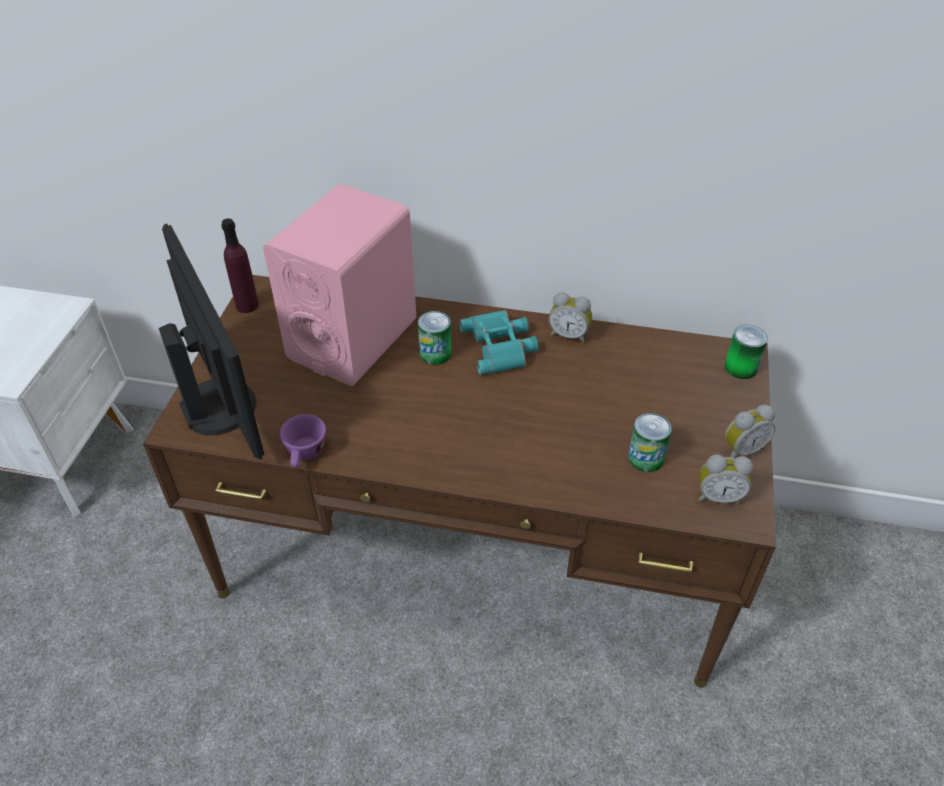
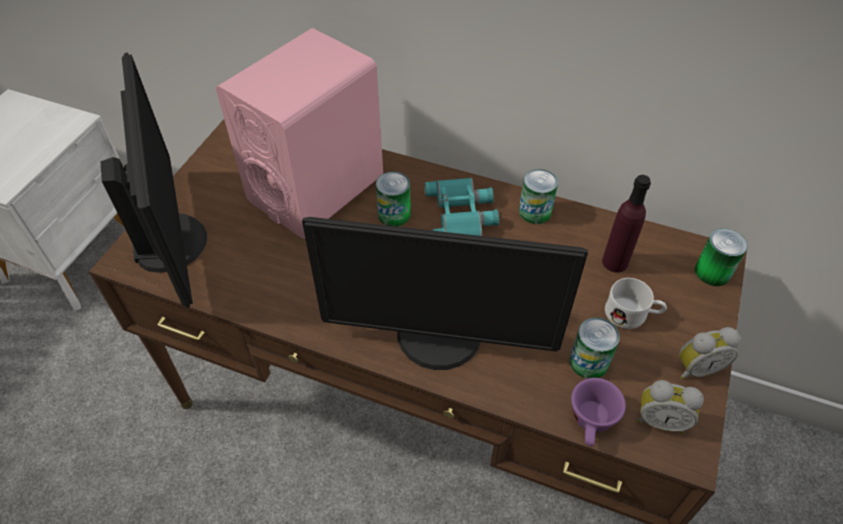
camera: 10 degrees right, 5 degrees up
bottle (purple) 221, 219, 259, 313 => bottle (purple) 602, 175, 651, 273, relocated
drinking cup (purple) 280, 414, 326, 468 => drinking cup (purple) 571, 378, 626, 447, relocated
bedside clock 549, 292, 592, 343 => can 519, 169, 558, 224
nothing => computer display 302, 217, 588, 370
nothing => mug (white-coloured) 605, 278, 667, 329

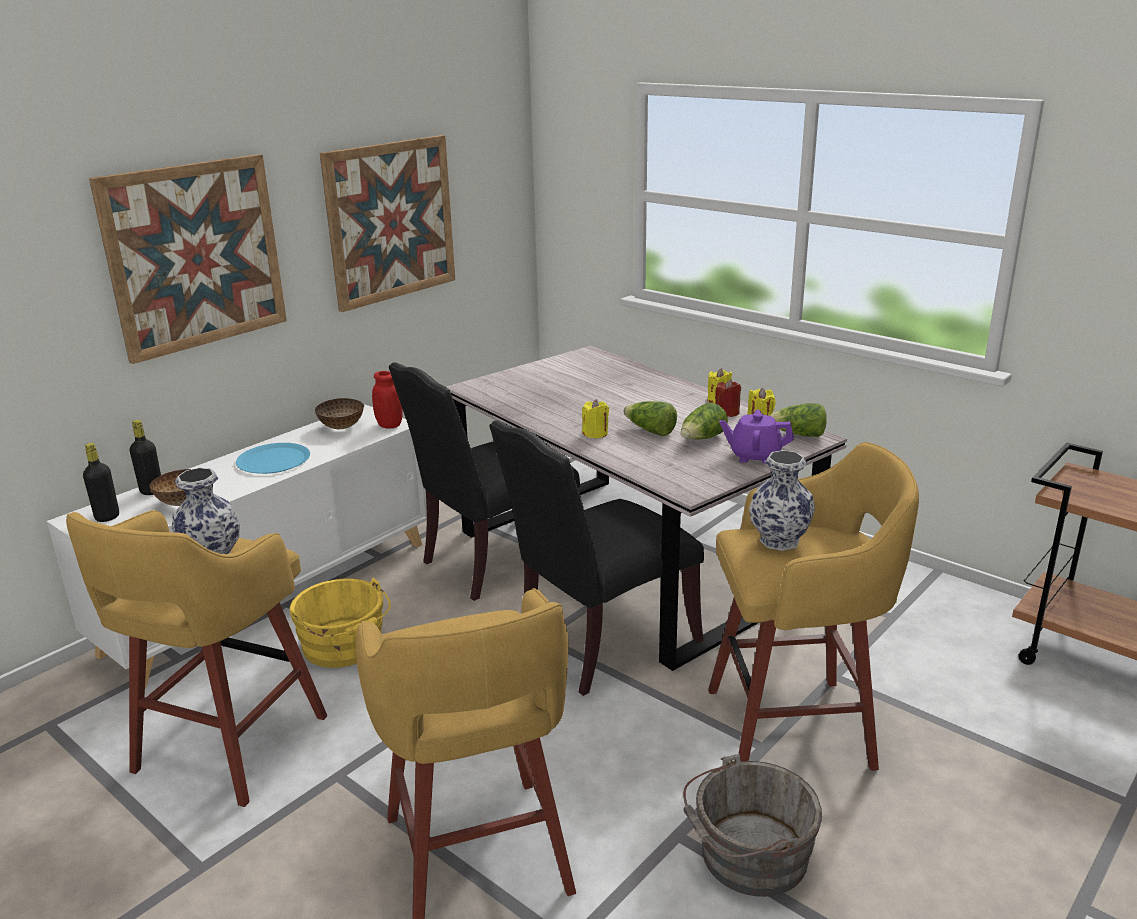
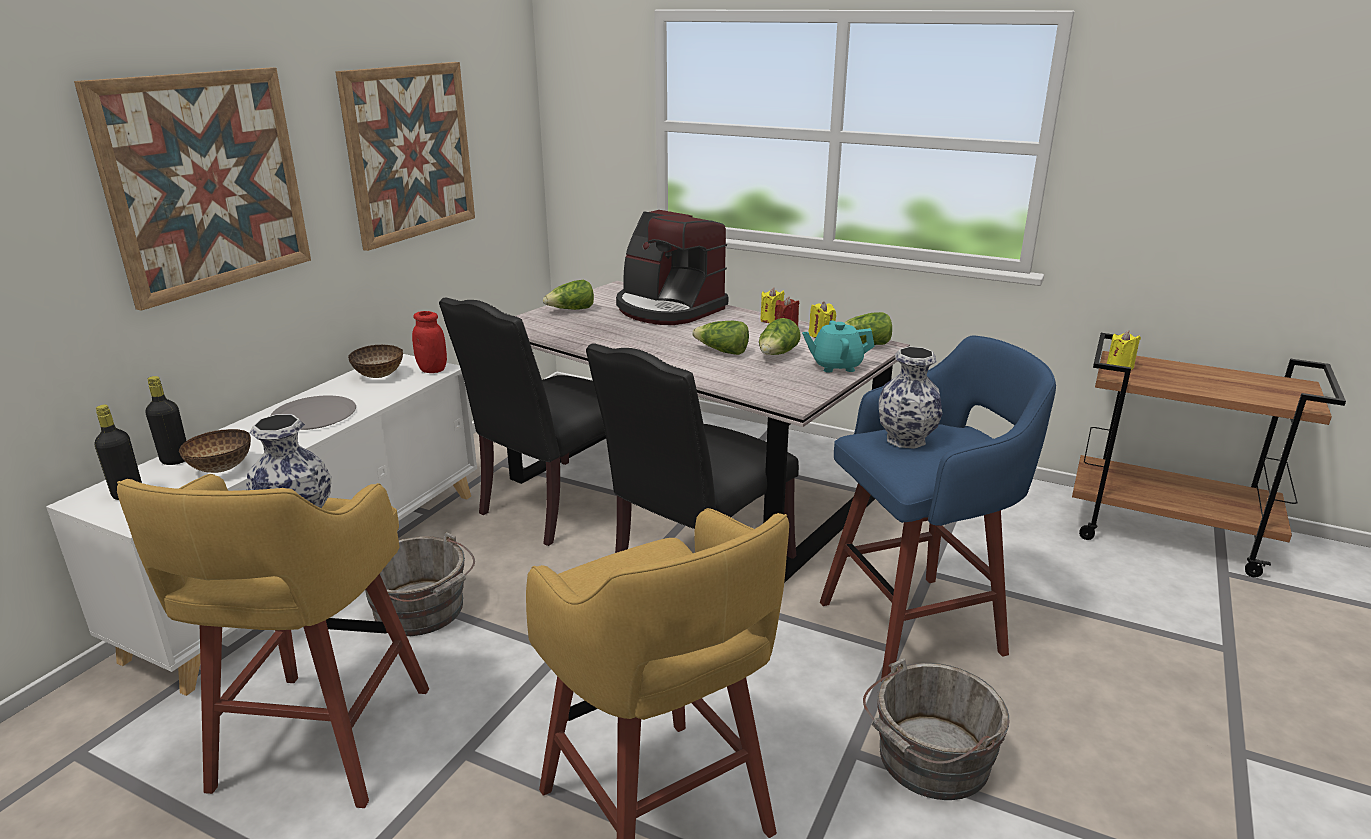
camera: 15 degrees left, 0 degrees up
flat dish (blue-coloured) 236, 443, 310, 474 => flat dish (gray) 270, 395, 356, 430
bucket (yellowish) 290, 578, 391, 668 => bucket (gray) 365, 532, 475, 636
wax candle (yellowish) 582, 399, 609, 438 => wax candle (yellowish) 1107, 331, 1141, 370, relocated
sitting stool (yellowish) 708, 442, 919, 771 => sitting stool (blue-coloured) 820, 335, 1056, 682
teapot (purple) 720, 410, 794, 464 => teapot (turquoise-coloured) 802, 320, 875, 373
nothing => lettuce head 543, 280, 594, 310
nothing => coffee machine 616, 210, 728, 325

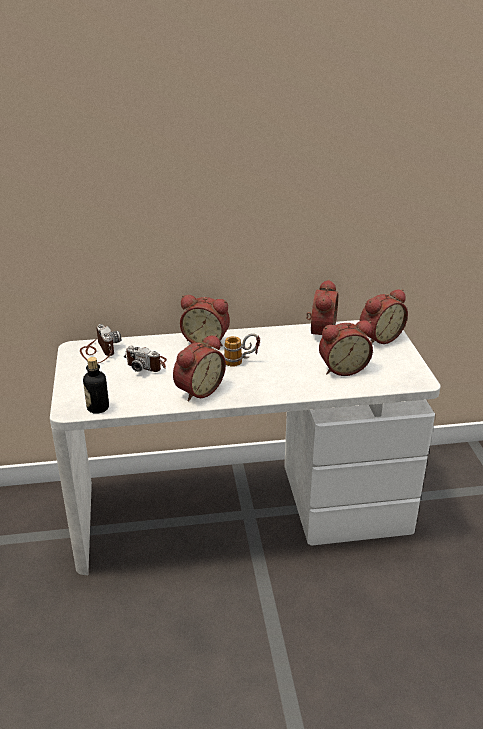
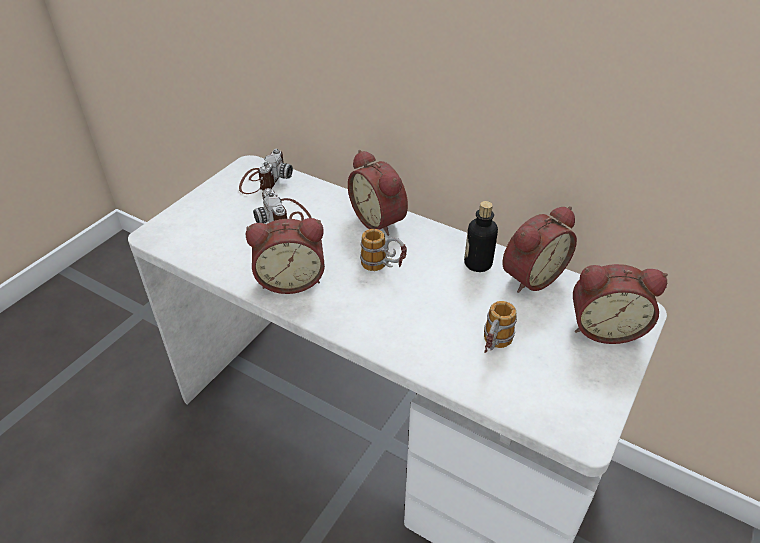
camera: 40 degrees right, 10 degrees up
bottle 83, 357, 109, 414 => bottle 464, 201, 498, 272, relocated
bedside clock 319, 320, 373, 376 => mug 484, 301, 517, 353

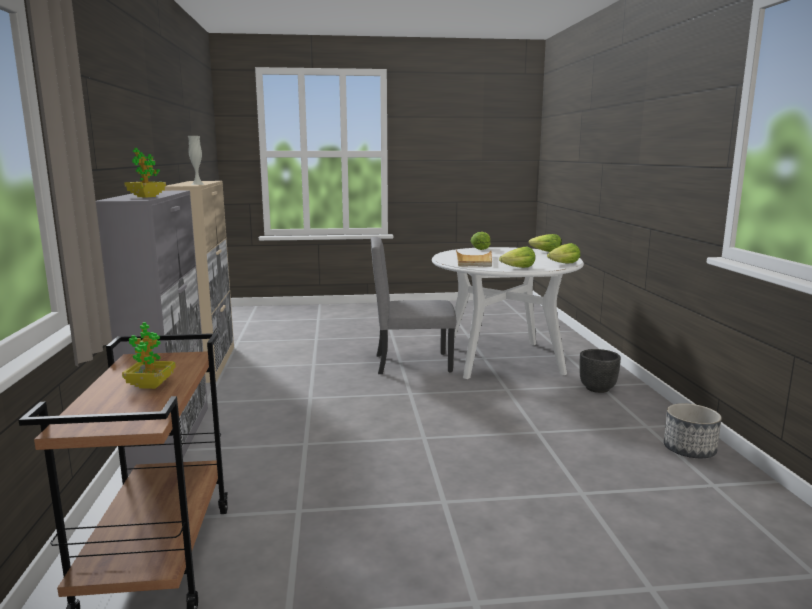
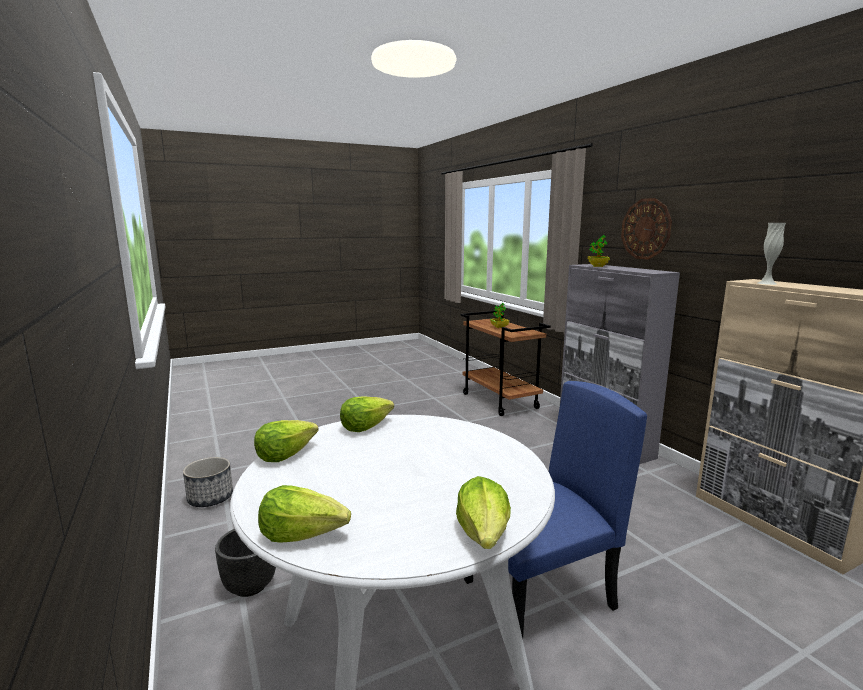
camera: 160 degrees right, 0 degrees up
plain chair (gray) 371, 237, 456, 374 => plain chair (blue-coloured) 464, 381, 647, 638
serving tray (beige) 456, 250, 492, 267 => nothing
nothing => clock on the wall 621, 198, 672, 260

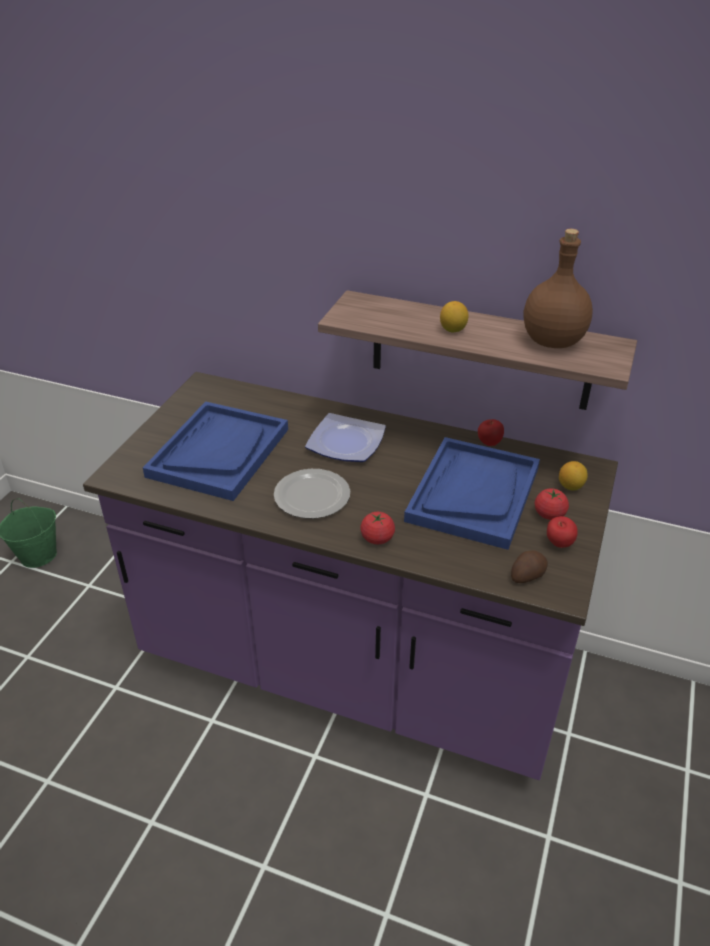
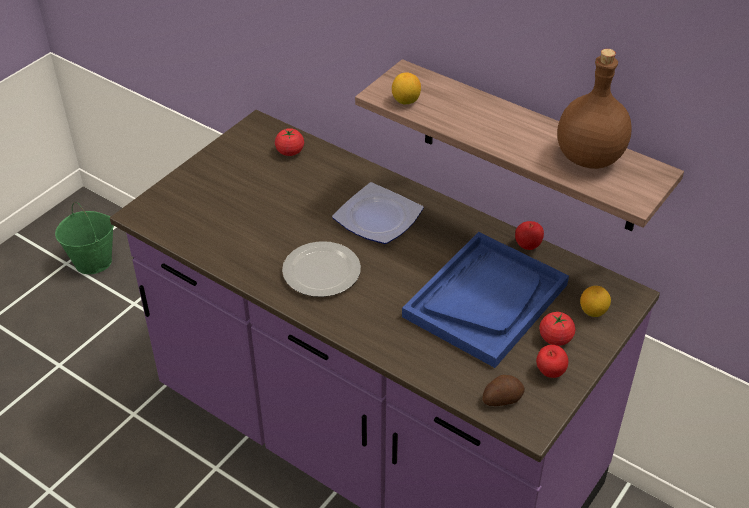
camera: 15 degrees right, 5 degrees up
serving tray (blue-coloured) 143, 401, 288, 501 => nothing
whole tomato 360, 512, 395, 544 => whole tomato 275, 128, 304, 156, relocated
whole lemon 440, 301, 468, 333 => whole lemon 392, 73, 421, 104, relocated

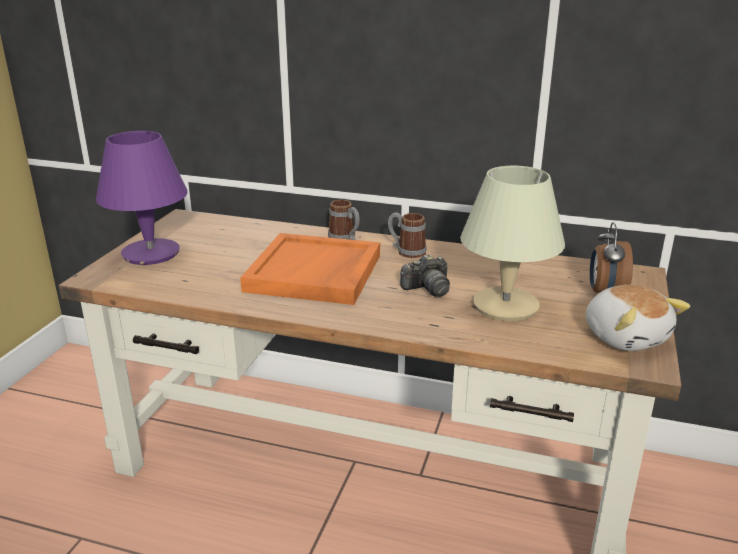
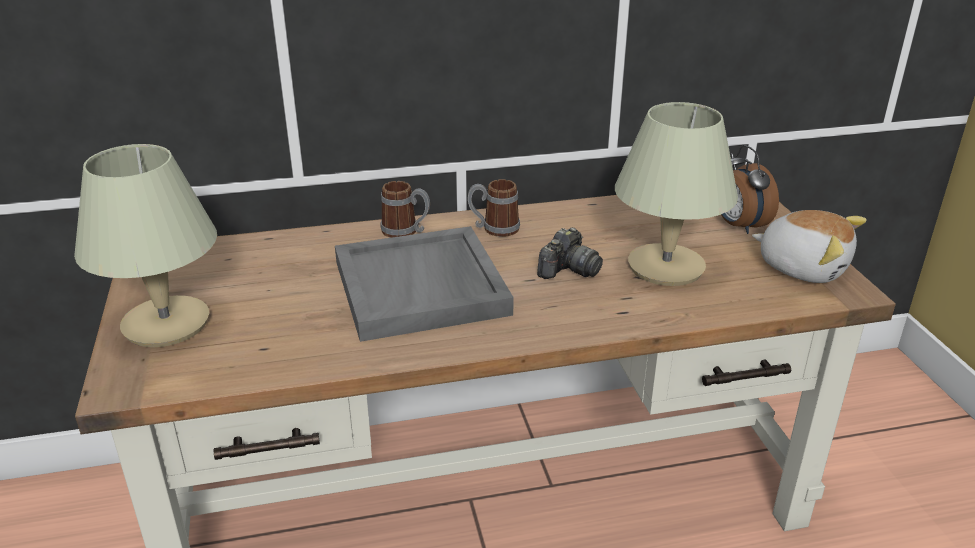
camera: 30 degrees left, 5 degrees up
table lamp (purple) 96, 131, 188, 265 => table lamp (beige) 74, 144, 217, 347
serving tray (orange) 240, 233, 380, 305 => serving tray (gray) 335, 226, 514, 342

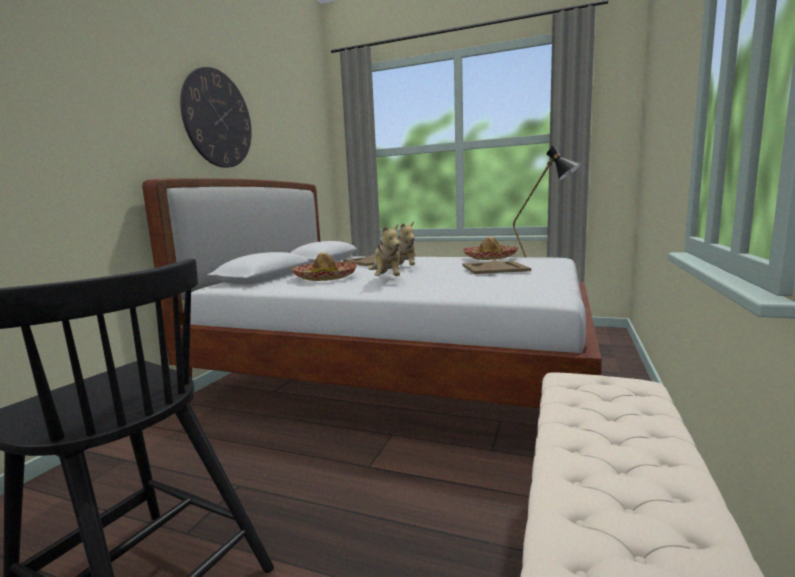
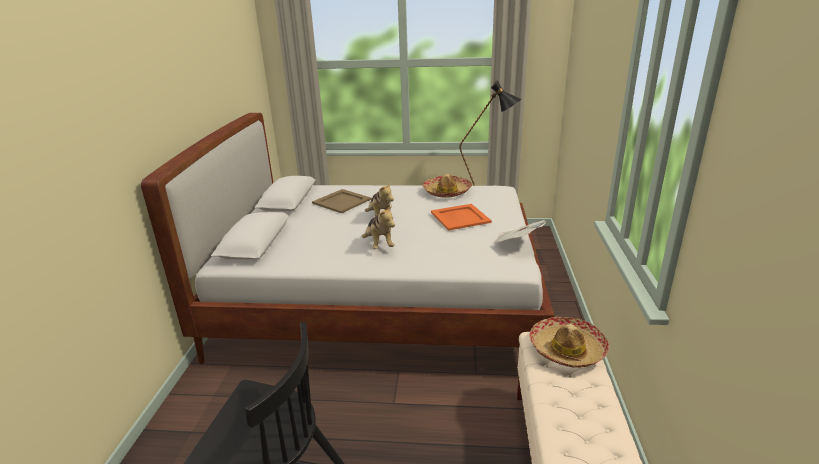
camera: 15 degrees left, 15 degrees up
clock on the wall 180, 67, 252, 168 => nothing
hat 290, 252, 357, 281 => hat 529, 317, 609, 368, relocated
serving tray (beige) 462, 260, 531, 274 => serving tray (orange) 431, 204, 492, 231
nothing => newspaper 494, 220, 546, 243

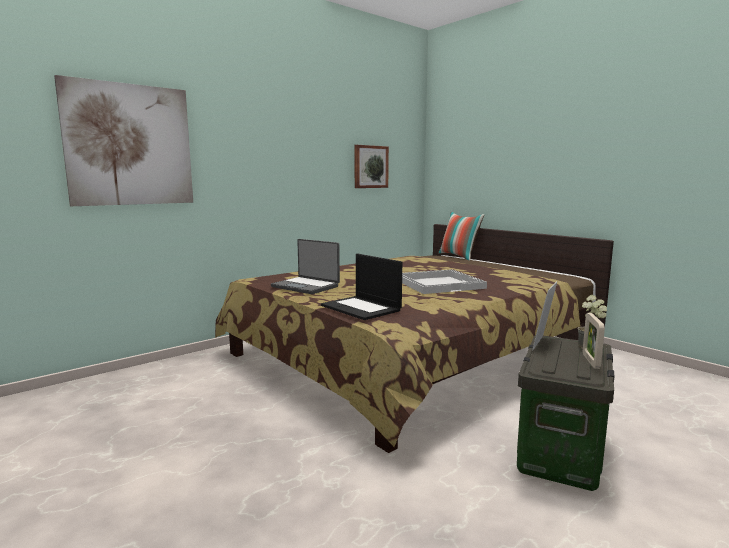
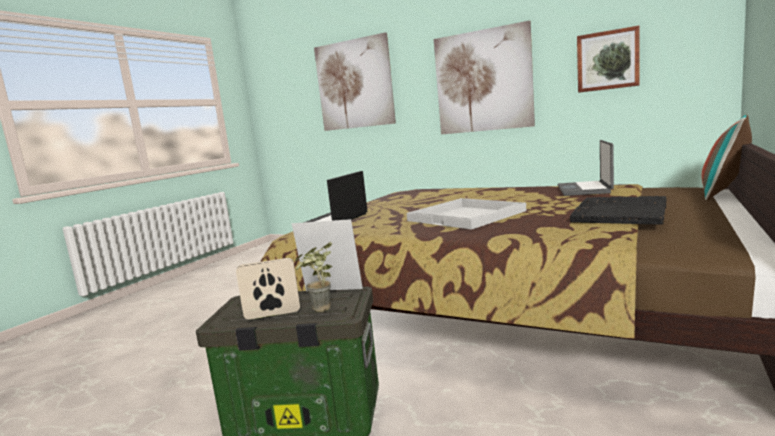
camera: 70 degrees right, 0 degrees up
portable computer 271, 239, 340, 294 => portable computer 558, 140, 614, 196, relocated
nothing => wall art 434, 20, 535, 134
nothing => serving tray (black) 570, 196, 667, 225

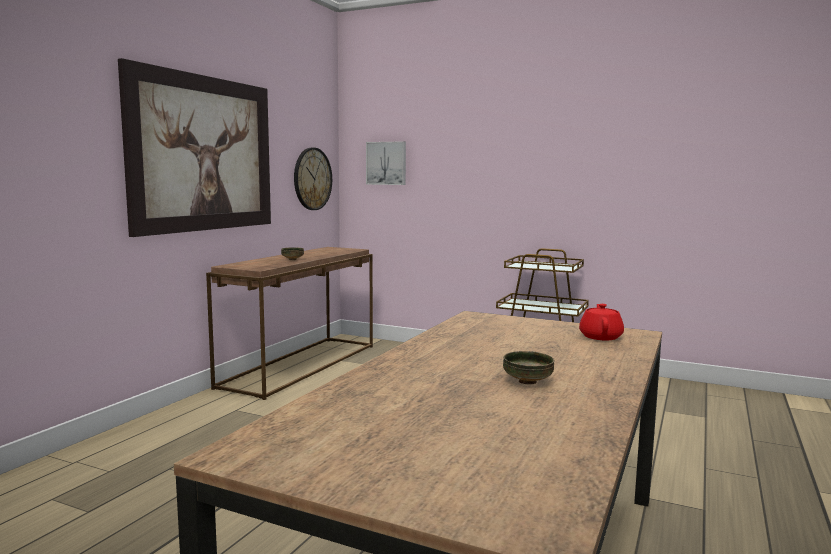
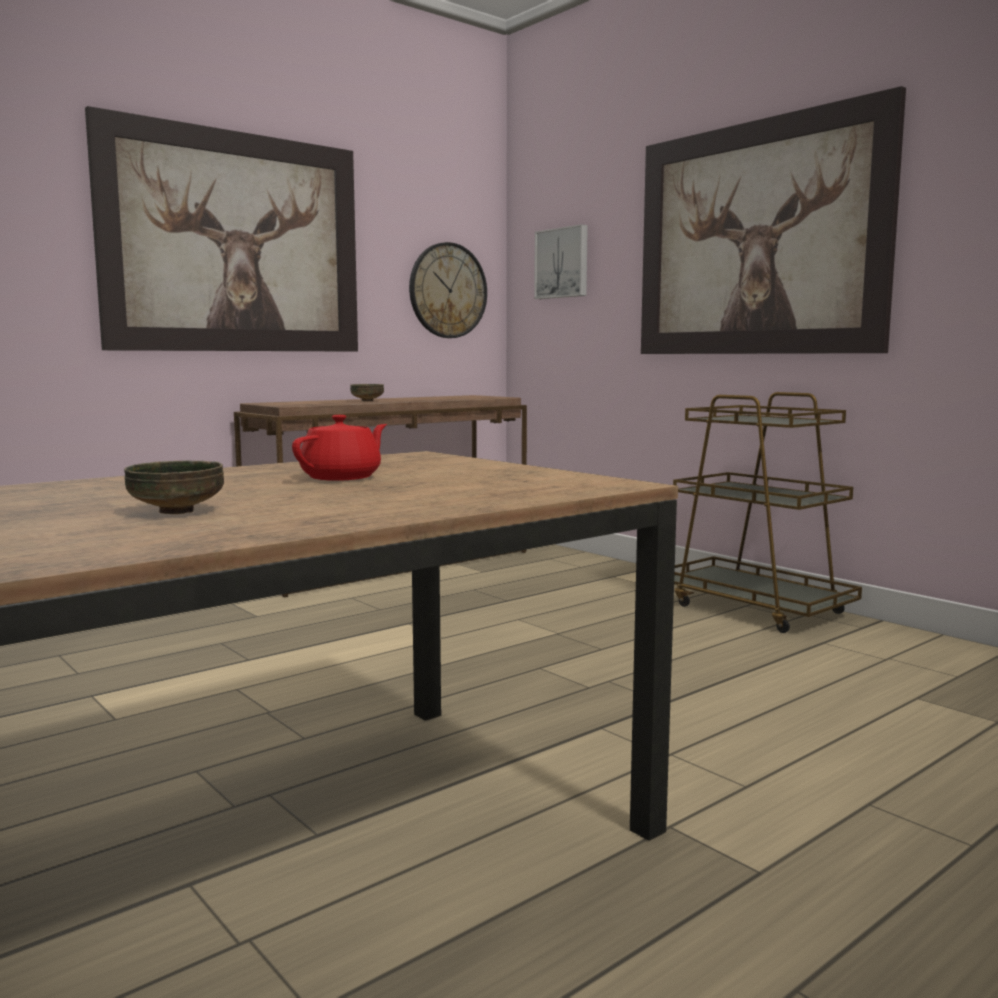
camera: 25 degrees right, 0 degrees up
teapot (reddish) 579, 304, 624, 340 => teapot (reddish) 292, 415, 387, 481, relocated
nothing => wall art 641, 86, 906, 354

